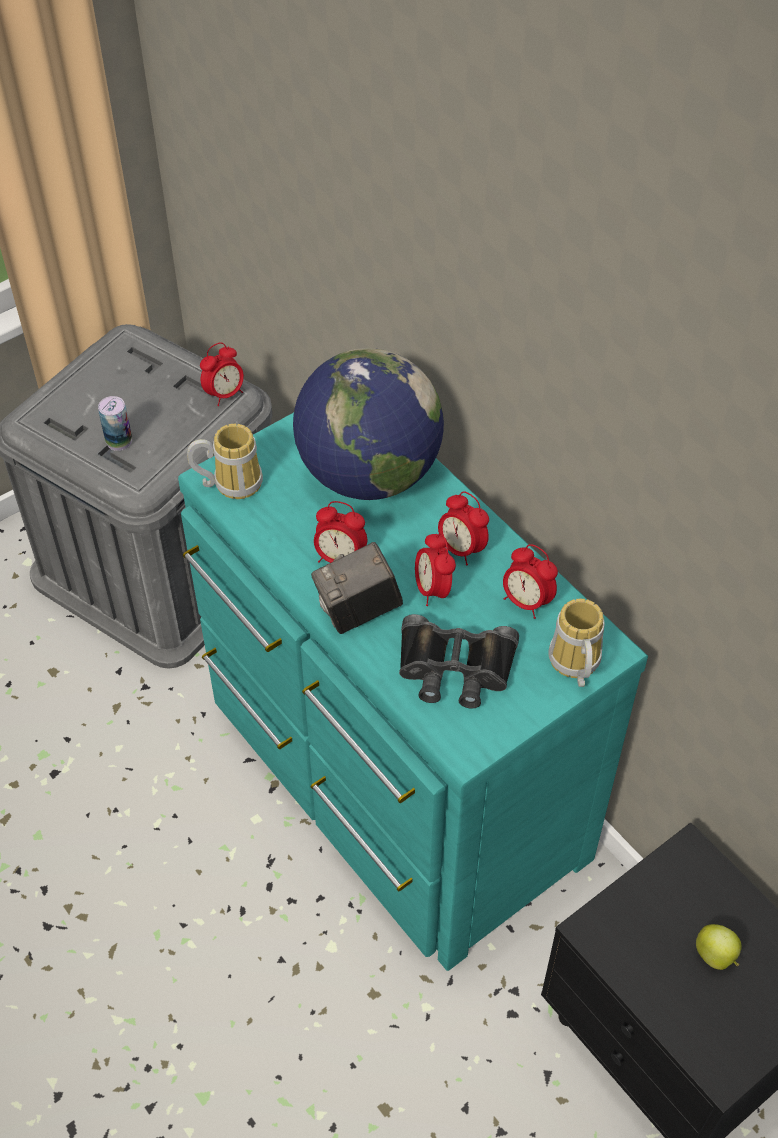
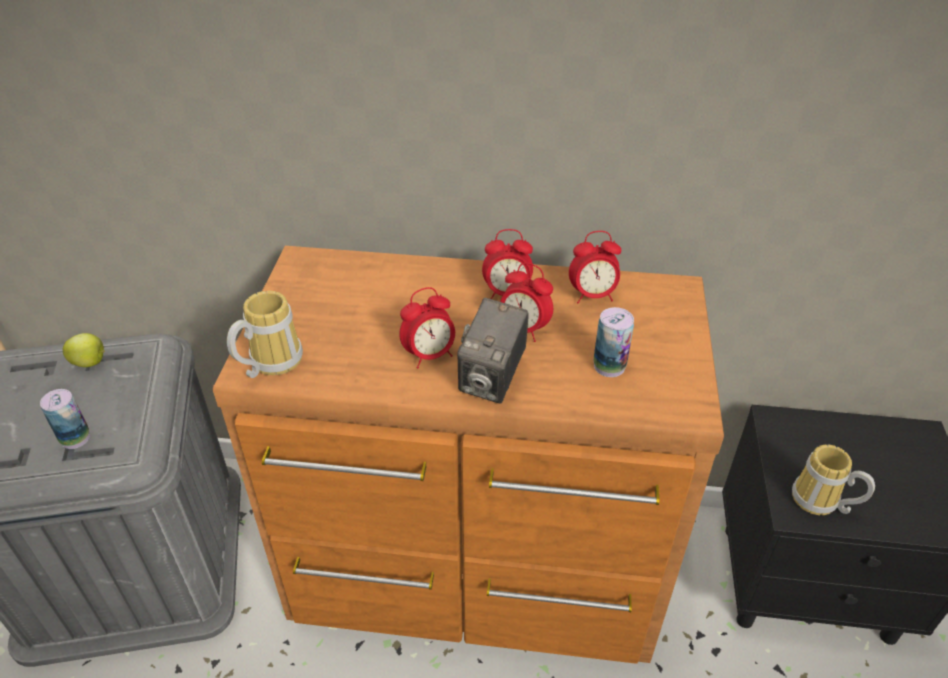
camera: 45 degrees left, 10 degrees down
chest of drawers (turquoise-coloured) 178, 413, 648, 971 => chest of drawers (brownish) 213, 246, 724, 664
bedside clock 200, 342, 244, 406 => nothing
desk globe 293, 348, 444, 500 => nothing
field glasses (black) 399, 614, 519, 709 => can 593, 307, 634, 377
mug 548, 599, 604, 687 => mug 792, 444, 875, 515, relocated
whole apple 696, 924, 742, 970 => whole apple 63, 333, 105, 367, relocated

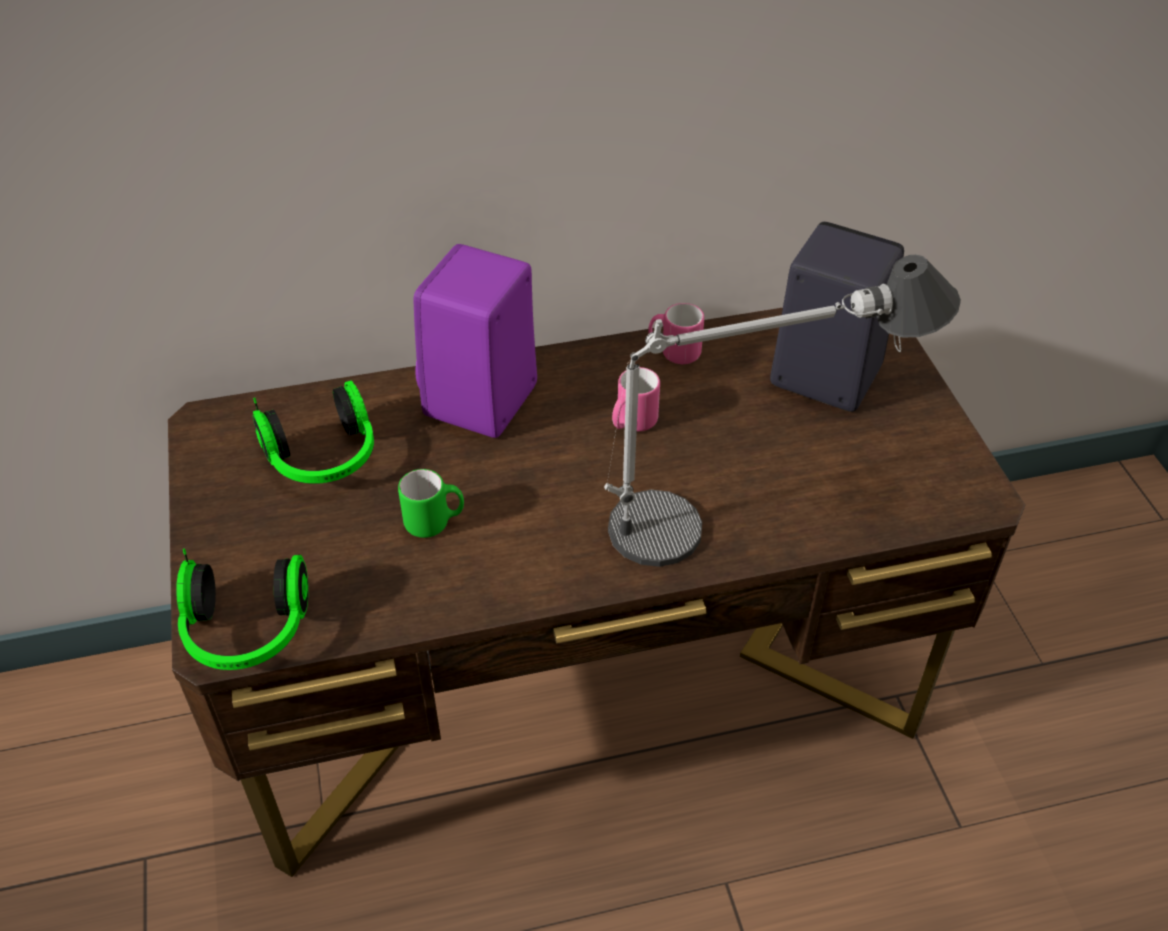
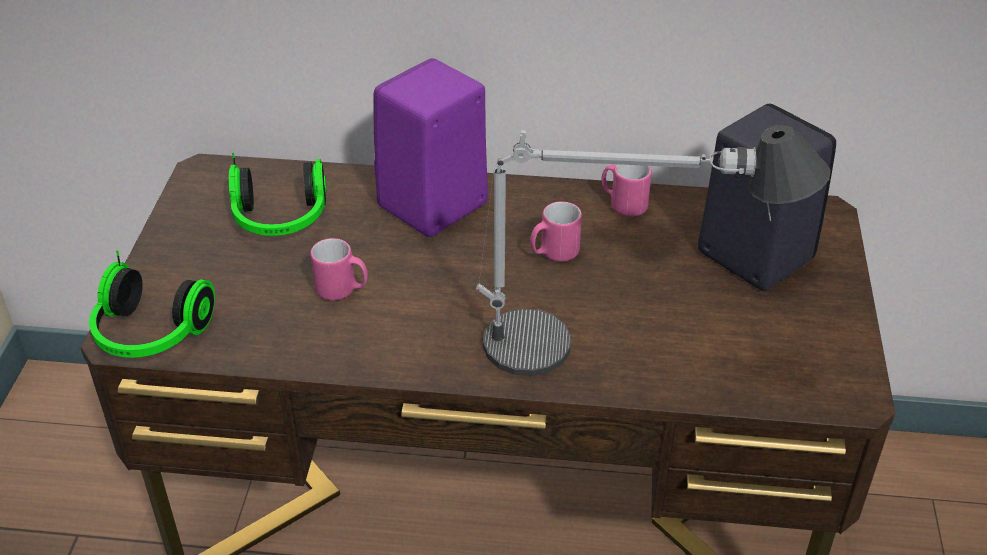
camera: 20 degrees right, 5 degrees down
mug (green) 398, 469, 464, 538 => mug (pink) 310, 238, 368, 301

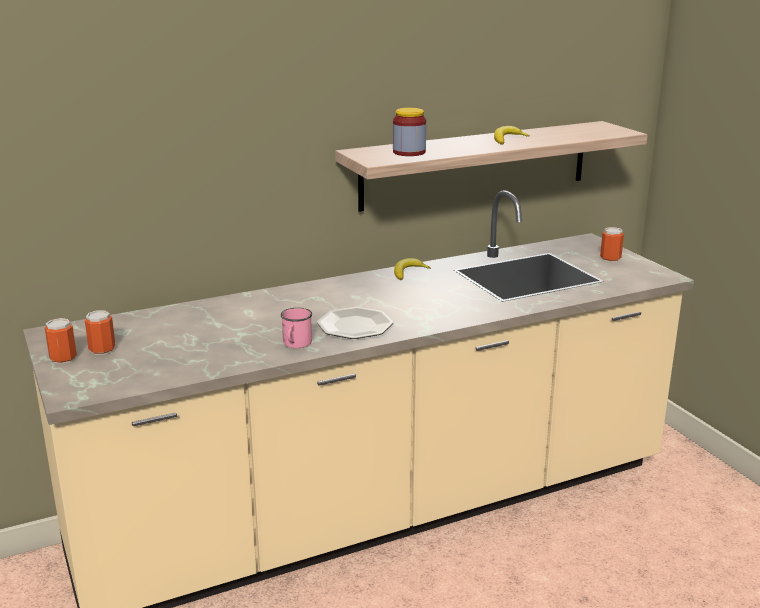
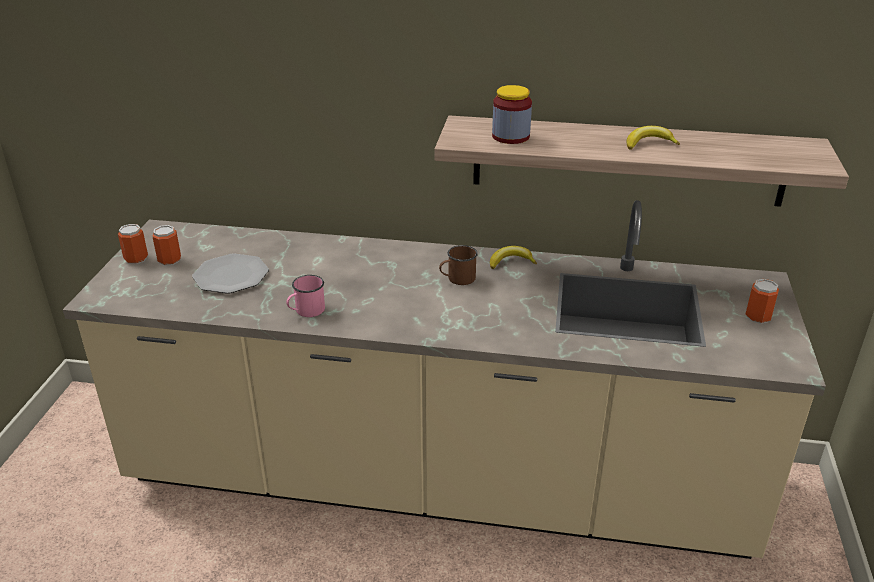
camera: 35 degrees right, 10 degrees up
flat dish 317, 307, 393, 339 => flat dish 192, 253, 269, 294, relocated
nothing => mug (brownish) 439, 245, 478, 285

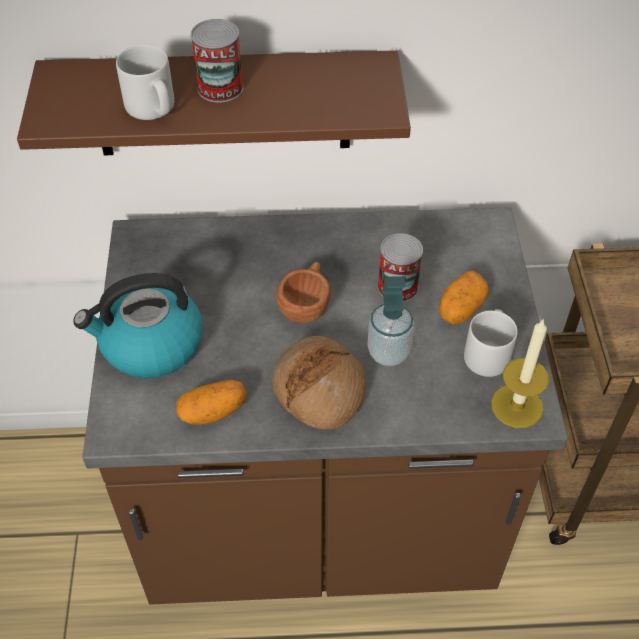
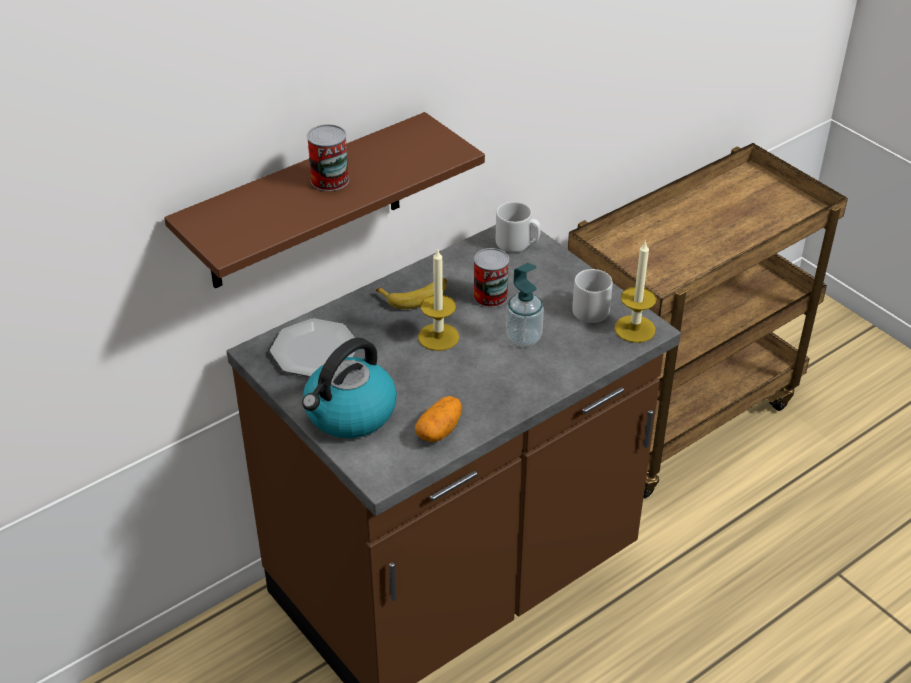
camera: 35 degrees left, 10 degrees down
mug (gray) 116, 45, 174, 120 => mug (gray) 496, 202, 541, 252, relocated
baked bread 272, 336, 366, 430 => nothing
drinking cup (brownish) 276, 262, 331, 323 => wax candle 418, 248, 459, 351
spud 439, 271, 489, 324 => nothing
nothing => flat dish 270, 319, 356, 377
nothing => banana fruit 376, 278, 447, 309

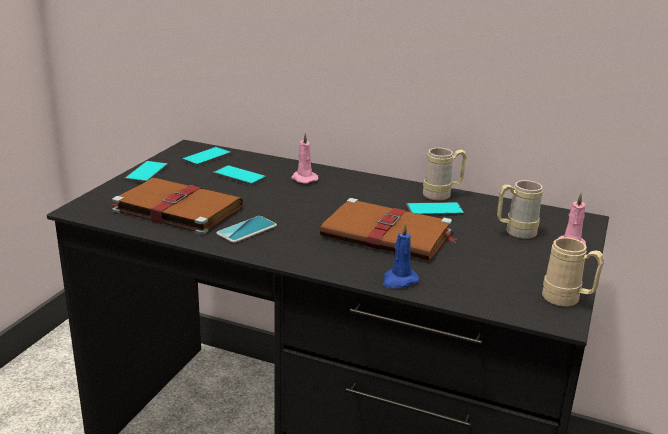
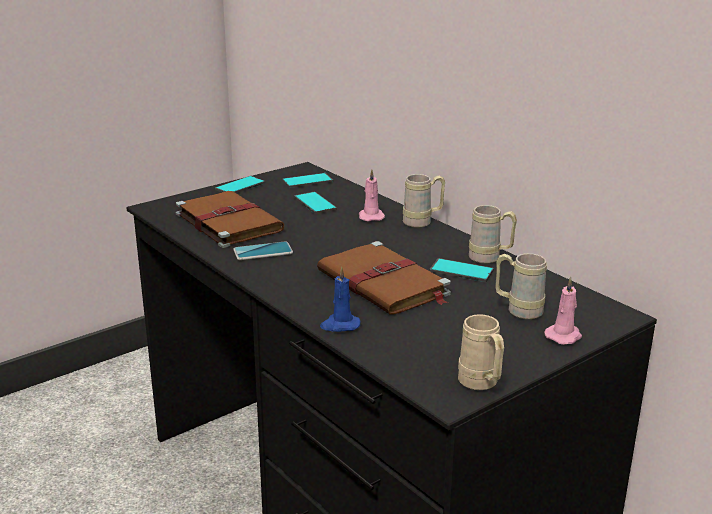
camera: 30 degrees right, 0 degrees up
nothing => mug (beige) 403, 174, 445, 228

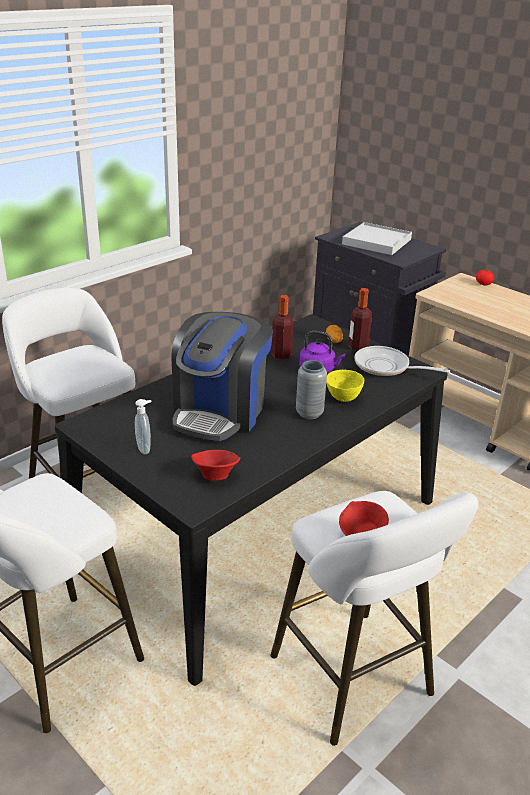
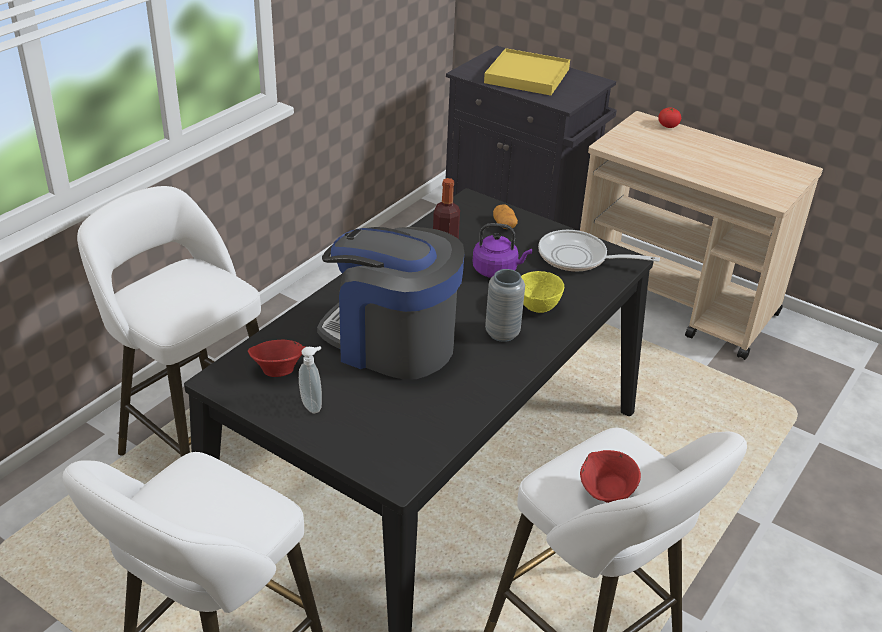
camera: 10 degrees left, 5 degrees up
coffee machine 171, 312, 273, 441 => coffee machine 317, 227, 465, 380, 105 degrees clockwise
serving bowl (reddish) 191, 450, 240, 481 => serving bowl (reddish) 248, 340, 306, 377, relocated
serving tray (white-coloured) 342, 222, 412, 255 => serving tray (yellowish) 484, 48, 570, 96
bottle 348, 288, 372, 351 => nothing

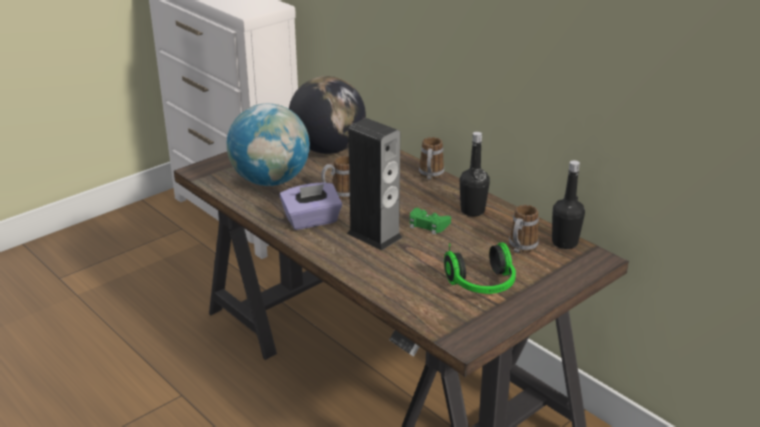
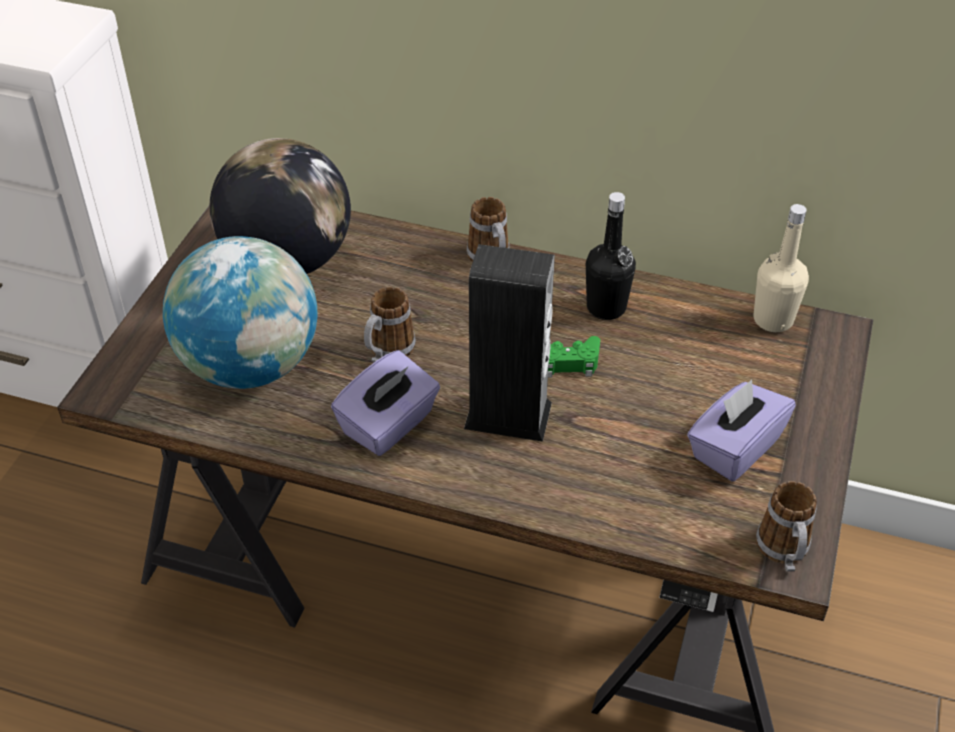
camera: 30 degrees left, 15 degrees up
headset 444, 242, 516, 294 => box of tissues (purple) 687, 379, 796, 481
mug 509, 205, 539, 253 => mug 756, 481, 817, 571, relocated
bottle (black) 552, 160, 585, 249 => bottle (beige) 754, 204, 809, 332

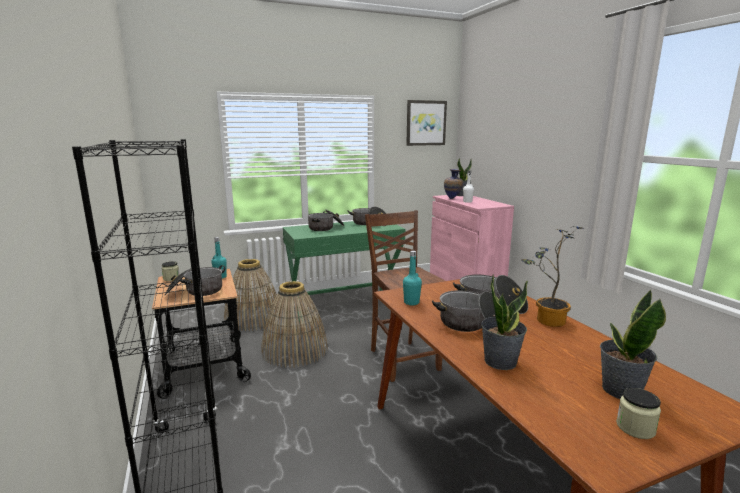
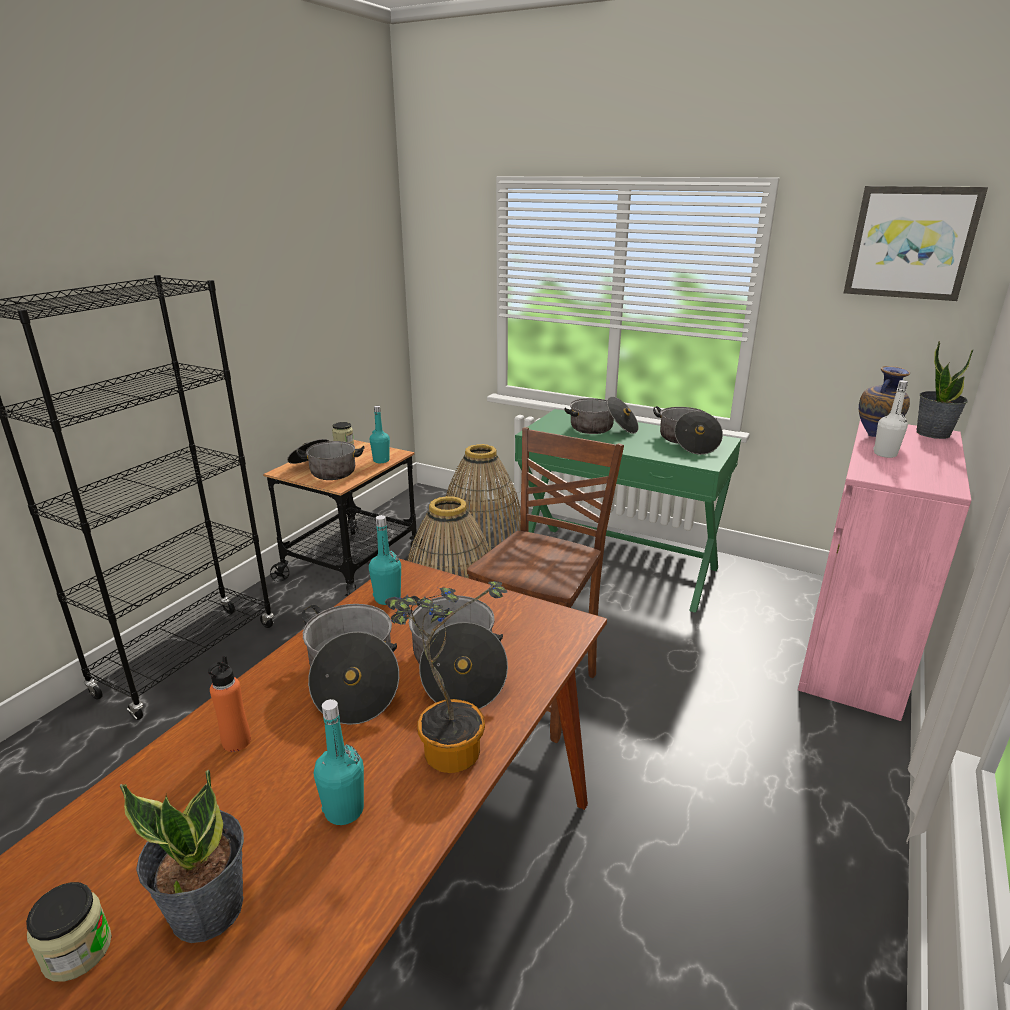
camera: 50 degrees right, 10 degrees up
plant in a pot 481, 275, 528, 370 => bottle (orange) 208, 656, 251, 752
nothing => bottle (turquoise-coloured) 314, 699, 364, 825

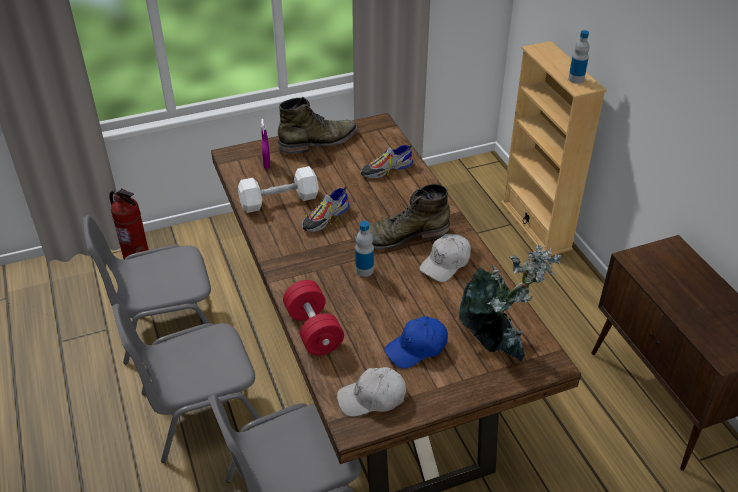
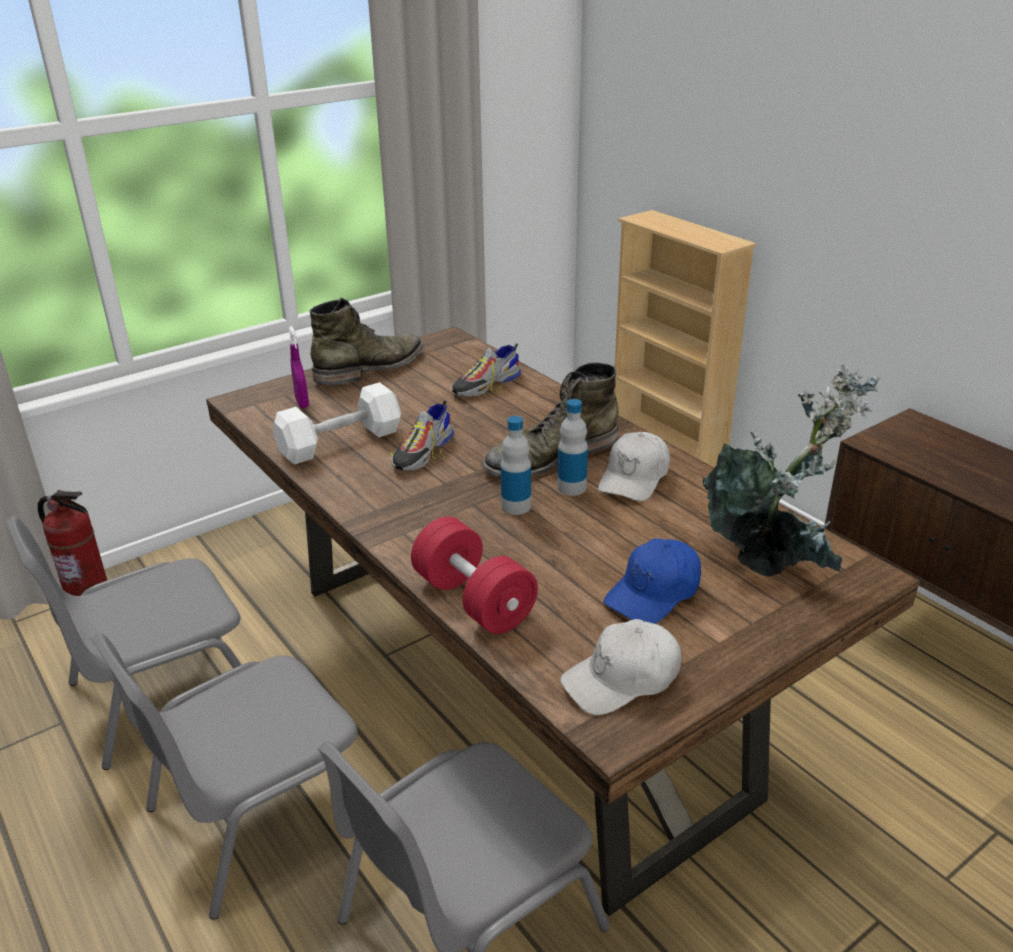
camera: 15 degrees left, 10 degrees down
bottle 568, 30, 590, 84 => bottle 557, 399, 588, 496, relocated

